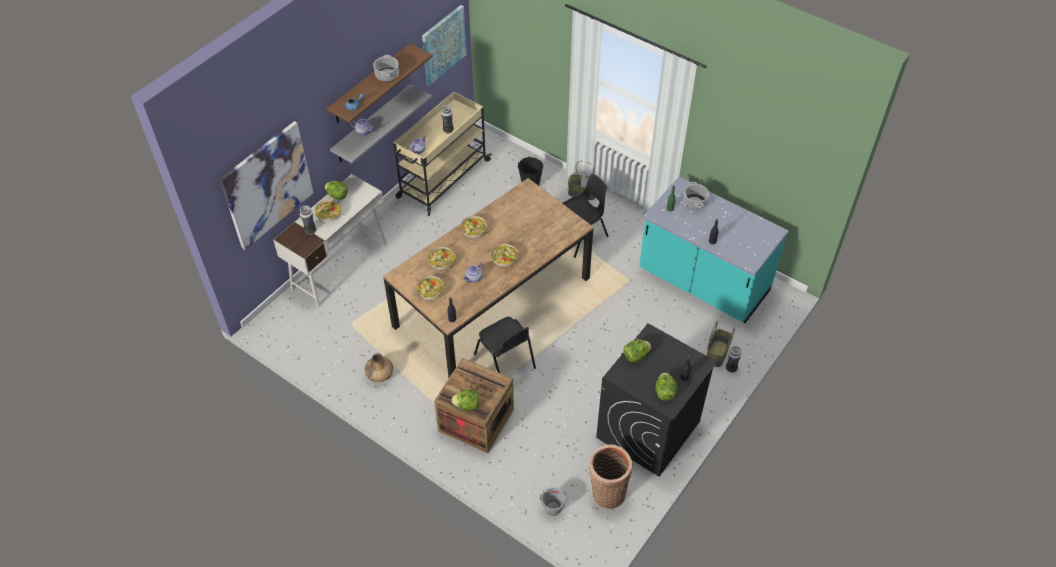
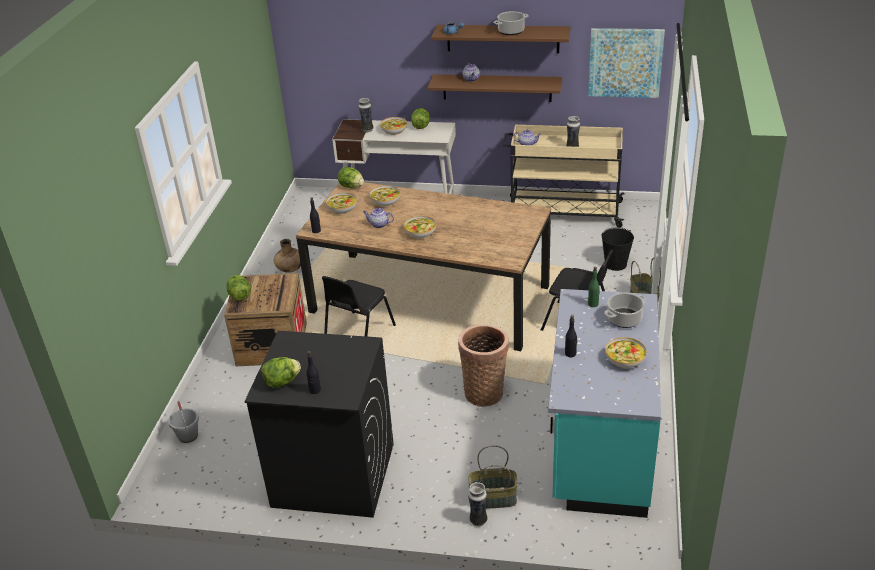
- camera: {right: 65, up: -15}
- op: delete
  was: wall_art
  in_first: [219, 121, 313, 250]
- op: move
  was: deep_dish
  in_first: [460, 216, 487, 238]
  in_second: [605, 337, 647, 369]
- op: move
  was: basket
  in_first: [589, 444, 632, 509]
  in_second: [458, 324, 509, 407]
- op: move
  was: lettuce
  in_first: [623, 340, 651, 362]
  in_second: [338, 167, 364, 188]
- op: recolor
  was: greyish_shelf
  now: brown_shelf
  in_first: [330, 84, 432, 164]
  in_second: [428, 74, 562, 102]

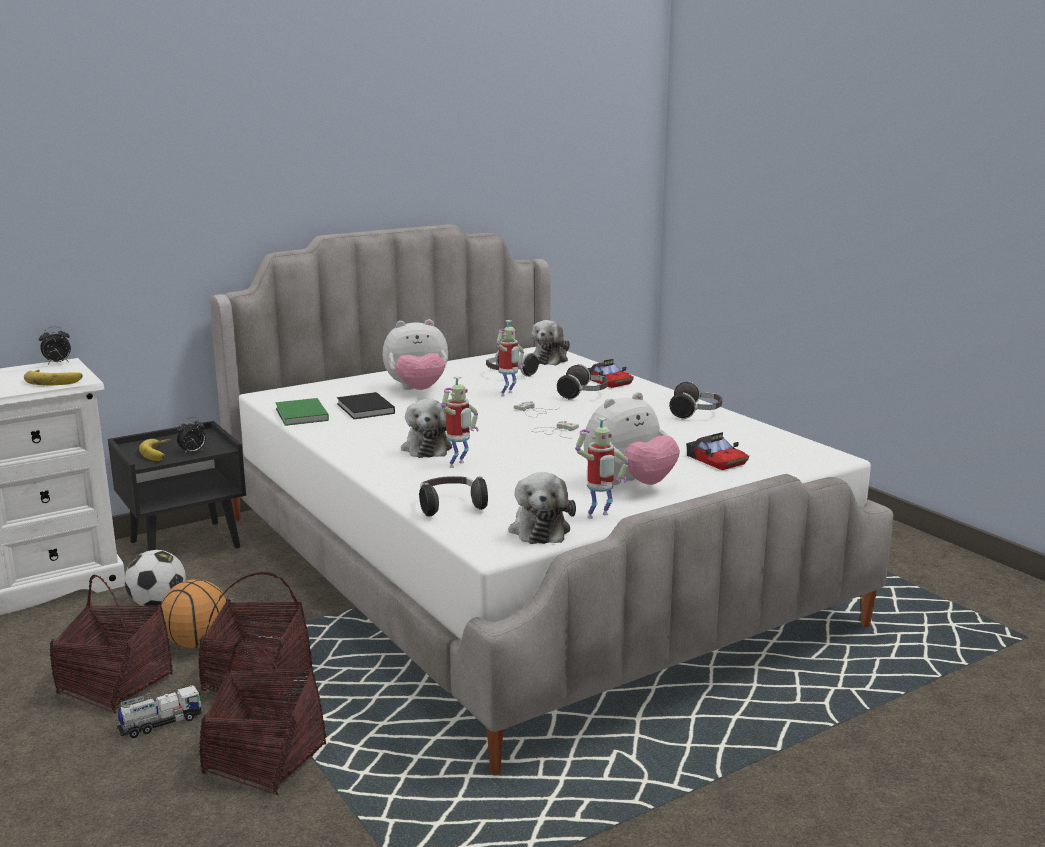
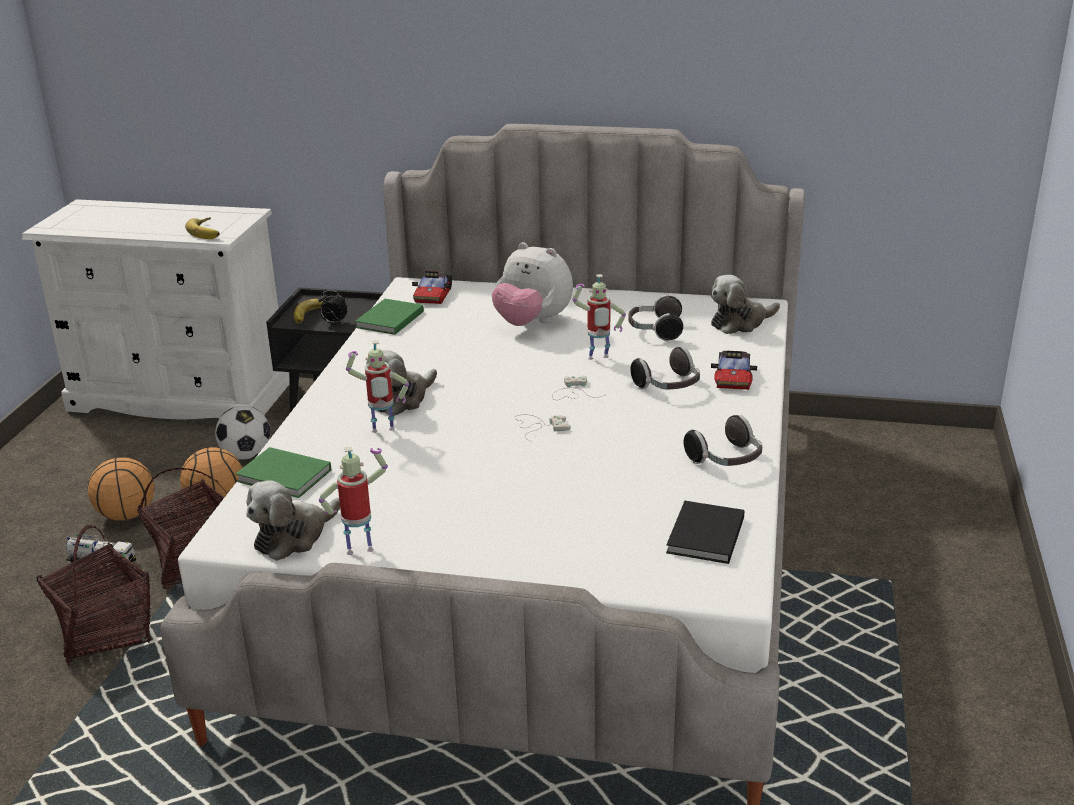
- camera: {right: 45, up: 10}
- op: delete
  was: bedside_clock
  in_first: [39, 326, 71, 364]
- op: delete
  was: soft_toy
  in_first: [584, 392, 680, 485]
- op: move
  was: blackish_bound_book
  in_first: [337, 392, 395, 419]
  in_second: [666, 501, 744, 564]
- op: move
  was: miniature_car
  in_first: [686, 432, 749, 470]
  in_second: [412, 271, 452, 304]
- op: replace
  was: basket
  now: ball_for_basketball
  in_first: [50, 575, 173, 713]
  in_second: [88, 457, 155, 521]
- op: replace
  was: headset
  now: green-coloured_bound_book
  in_first: [419, 476, 488, 517]
  in_second: [235, 447, 331, 498]
- op: rotate
  was: toy_robot
  in_first: [575, 417, 629, 519]
  in_second: [319, 446, 388, 555]
  clockwise: 150

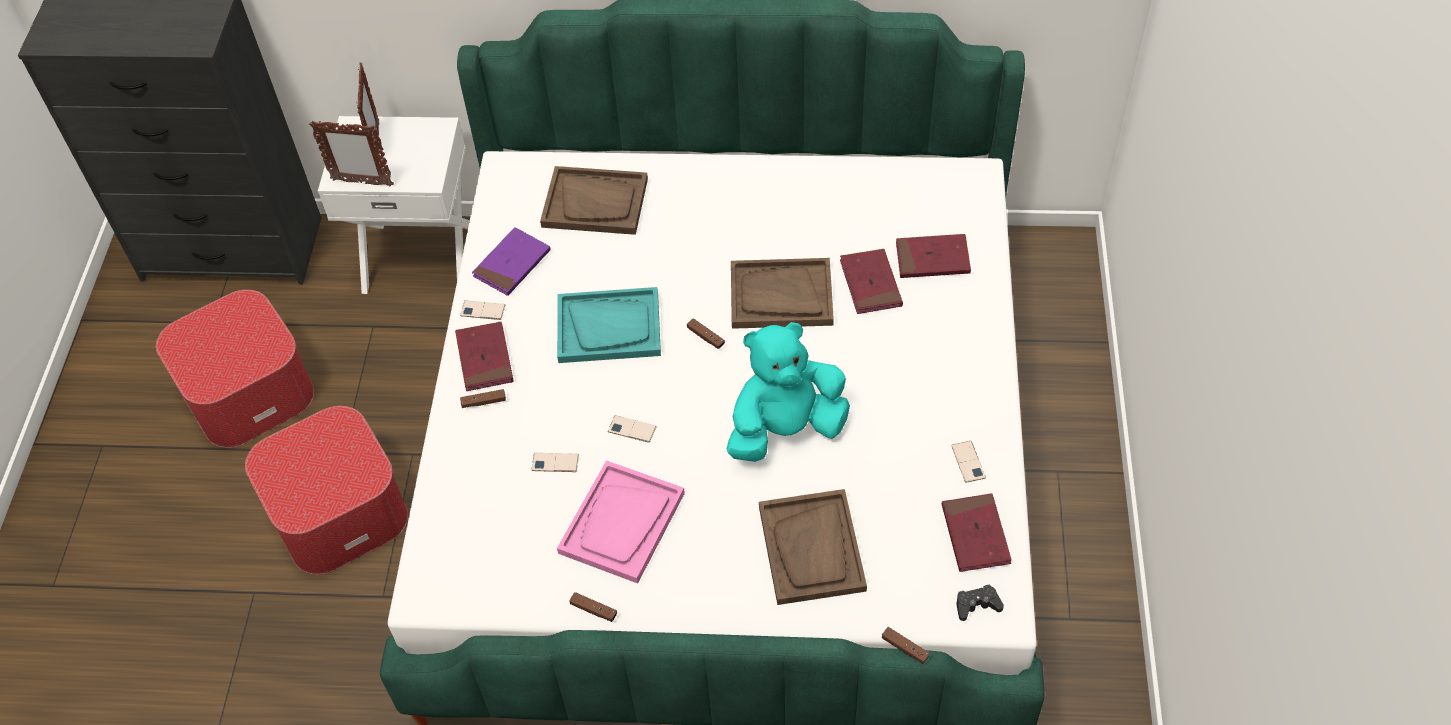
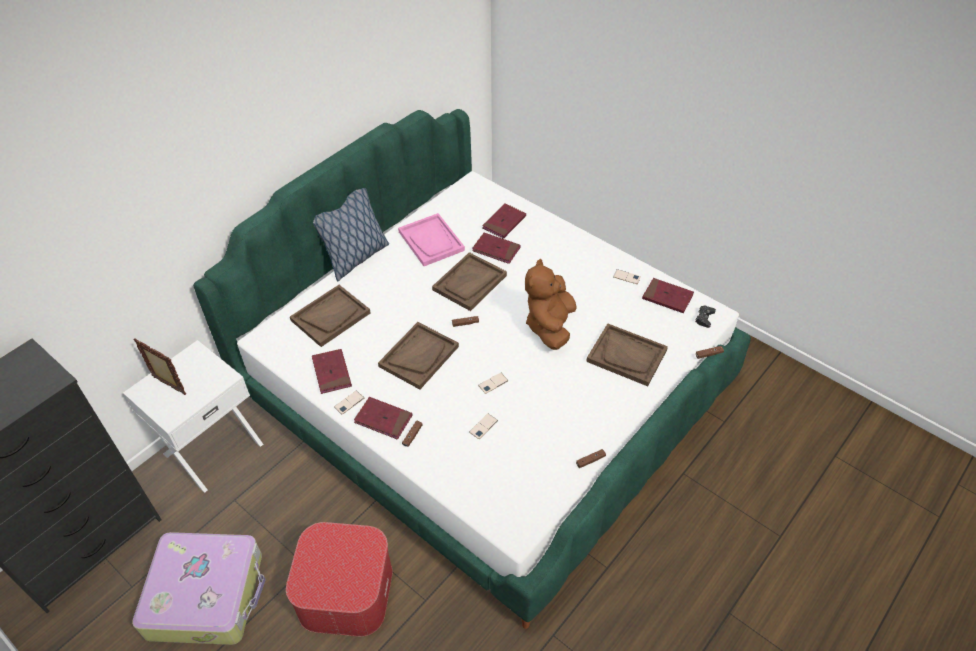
- camera: {right: -55, up: -5}
- op: delete
  was: standing_frame
  in_first: [309, 121, 394, 187]
- op: insert
  now: throw_pillow
  in_second: [313, 188, 389, 281]
- op: move
  was: pinkish_tray
  in_first: [557, 460, 685, 583]
  in_second: [398, 213, 465, 266]
- op: replace
  was: footrest
  now: suitcase
  in_first: [156, 290, 314, 448]
  in_second: [132, 532, 266, 645]
- op: recolor
  was: purple-coloured_bound_book
  now: red-coloured_bound_book
  in_first: [472, 227, 551, 296]
  in_second: [312, 349, 352, 394]
- op: recolor
  was: turquoise-coloured_tray
  now: brown_tray
  in_first: [557, 287, 661, 363]
  in_second: [378, 322, 459, 389]
- op: recolor
  was: turquoise-coloured_soft_toy
  now: brown_soft_toy
  in_first: [726, 322, 850, 462]
  in_second: [525, 259, 577, 350]

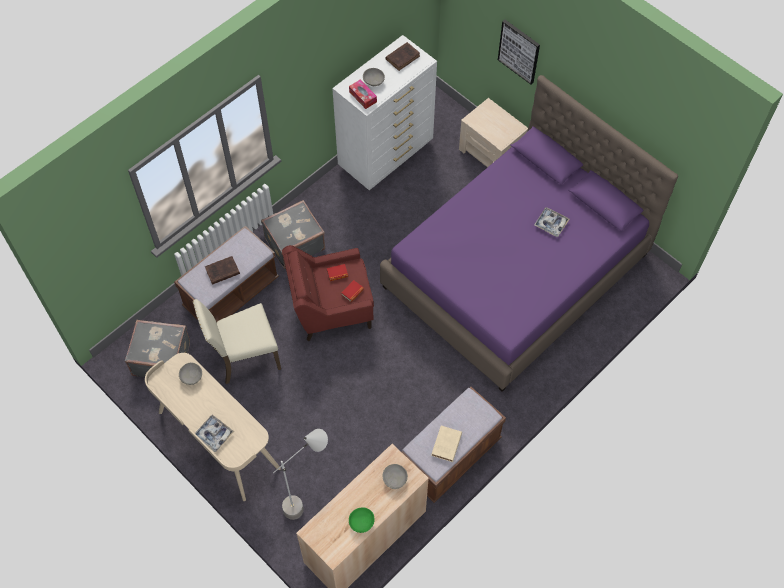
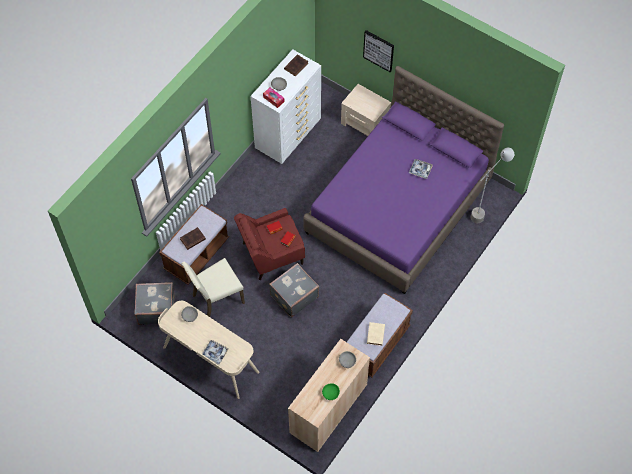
- camera: {right: -10, up: 0}
- op: move
  was: greyish_suitcase
  in_first: [261, 200, 325, 269]
  in_second: [269, 263, 319, 318]
- op: move
  was: greyish_standard_lamp
  in_first: [273, 429, 328, 520]
  in_second: [471, 148, 514, 223]

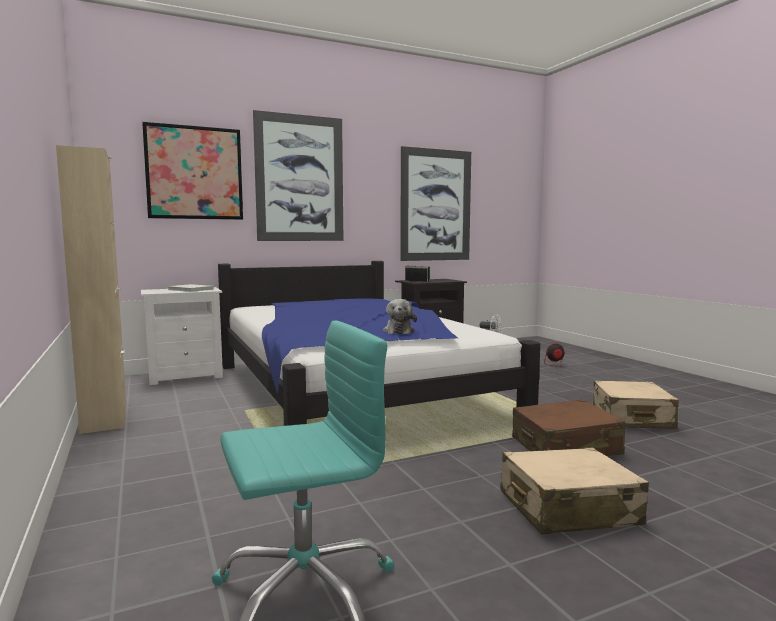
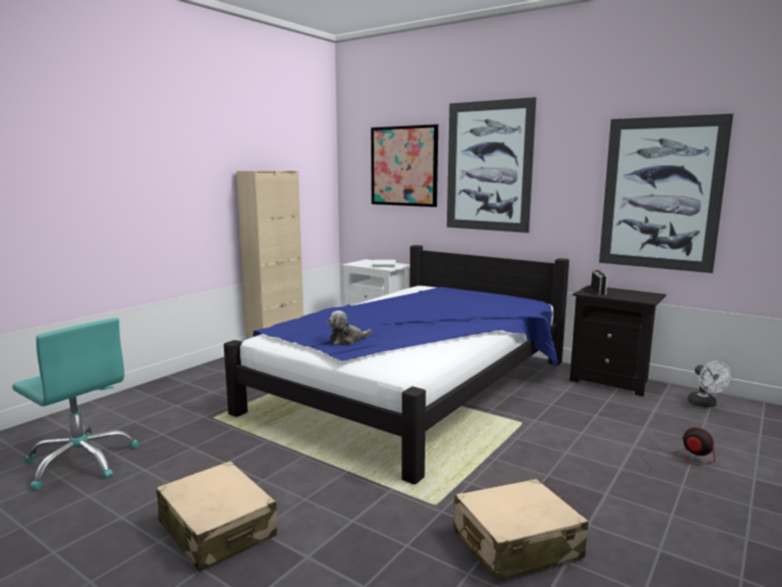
- camera: {right: 60, up: 5}
- op: delete
  was: brown_suitcase
  in_first: [512, 399, 626, 456]

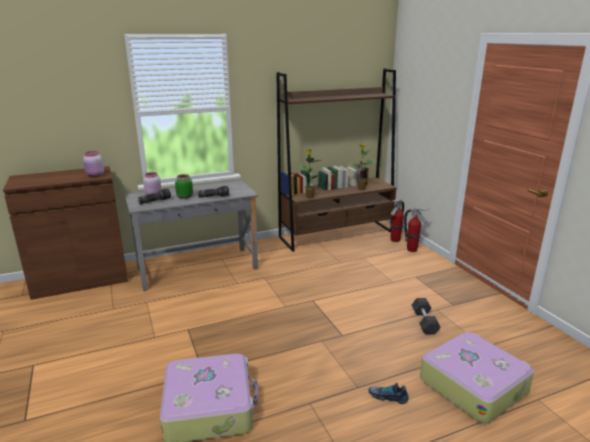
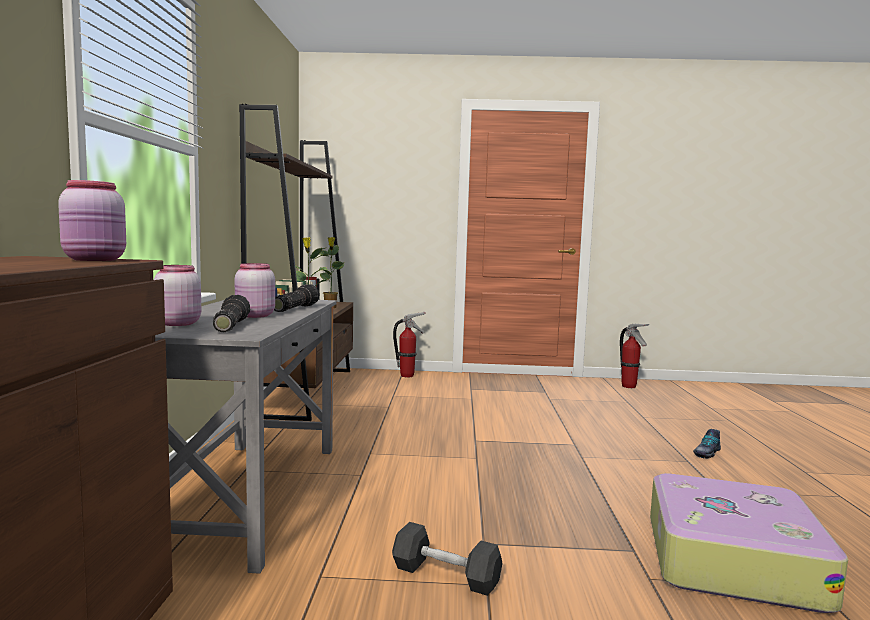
- camera: {right: -65, up: -15}
- op: delete
  was: suitcase
  in_first: [420, 332, 534, 424]
- op: move
  was: extinguisher
  in_first: [390, 199, 404, 242]
  in_second: [620, 324, 649, 388]
- op: move
  was: greyish_free_weight
  in_first: [412, 298, 441, 335]
  in_second: [392, 522, 503, 596]
- op: recolor
  was: green-coloured_storage_jar
  now: pinkish_storage_jar
  in_first: [175, 174, 193, 199]
  in_second: [235, 263, 275, 318]

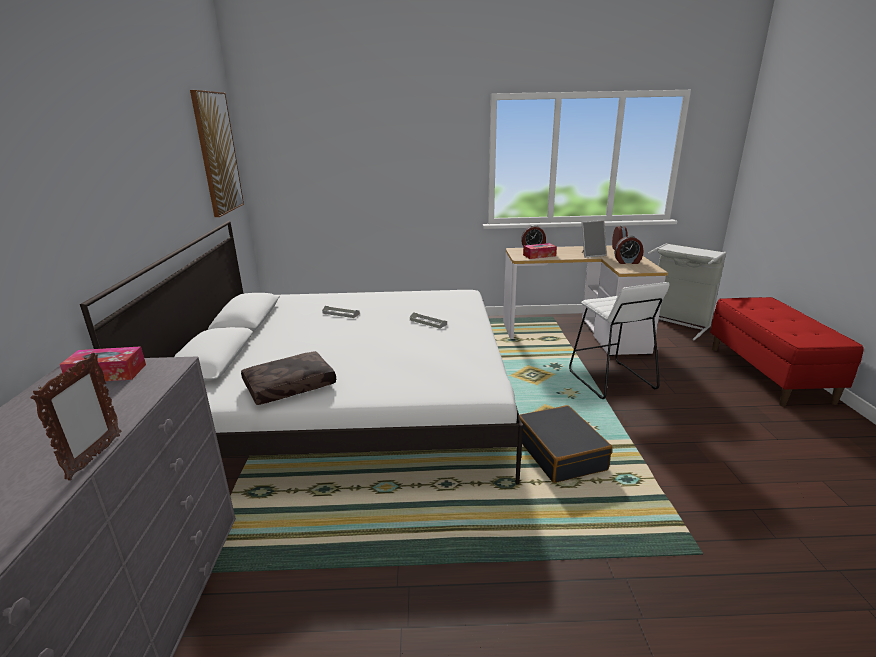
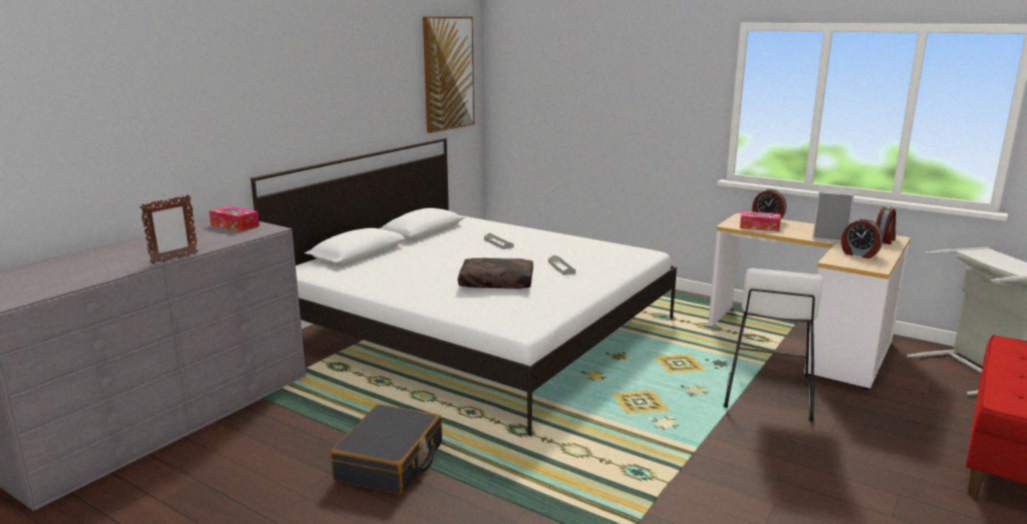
- camera: {right: 35, up: -5}
- op: move
  was: brown_throw_pillow
  in_first: [241, 351, 336, 405]
  in_second: [458, 258, 533, 289]
- op: move
  was: blackish_suitcase
  in_first: [519, 405, 613, 483]
  in_second: [330, 404, 442, 495]

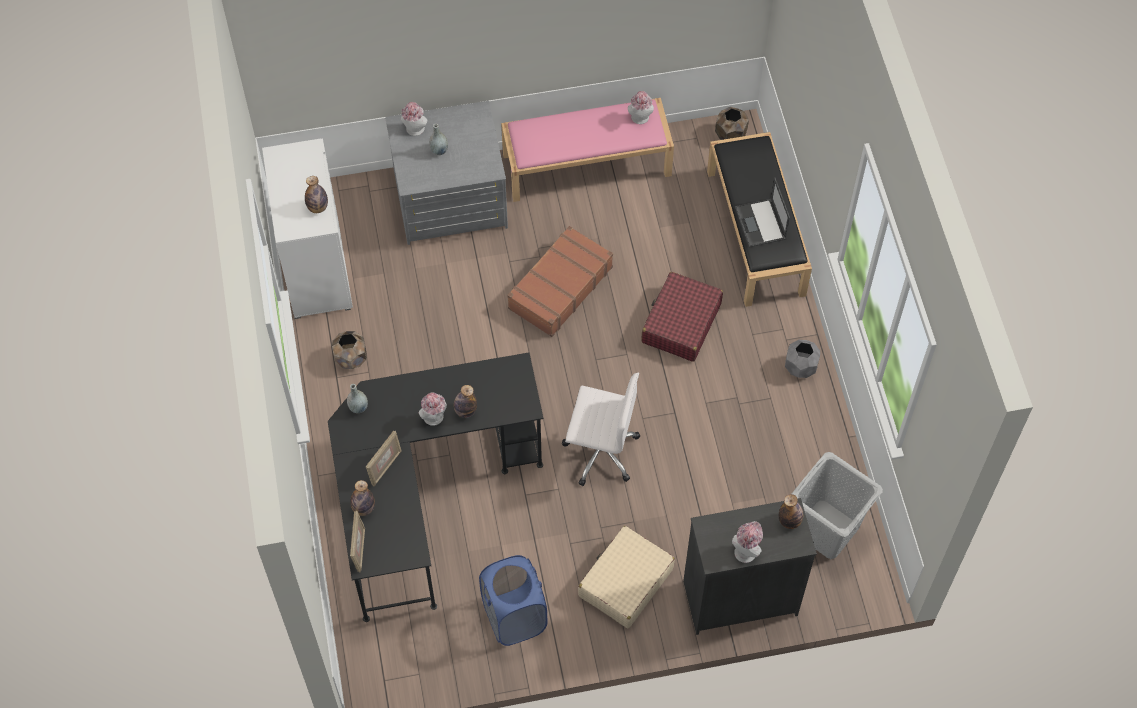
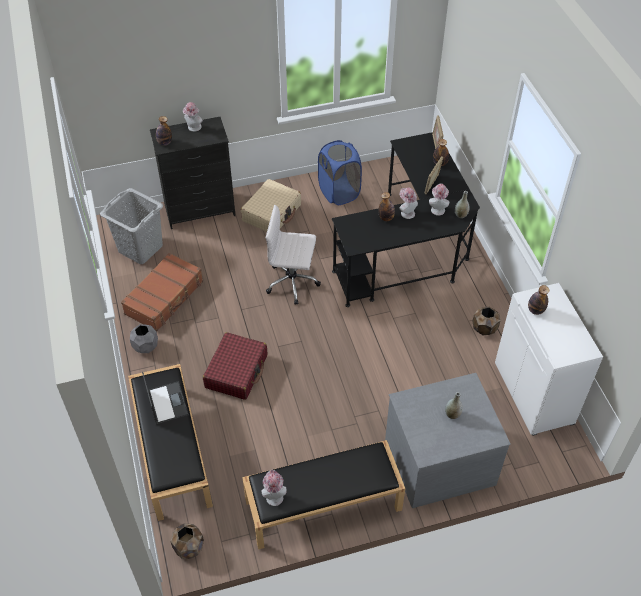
- camera: {right: 175, up: -10}
- op: move
  was: clothing_hat
  in_first: [401, 102, 427, 136]
  in_second: [429, 183, 449, 216]
- op: move
  was: brown_suitcase
  in_first: [507, 226, 613, 337]
  in_second: [121, 253, 203, 332]
- op: recolor
  was: pinkish_indoor_bench
  now: blackish_indoor_bench
  in_first: [501, 98, 674, 202]
  in_second: [242, 440, 406, 550]

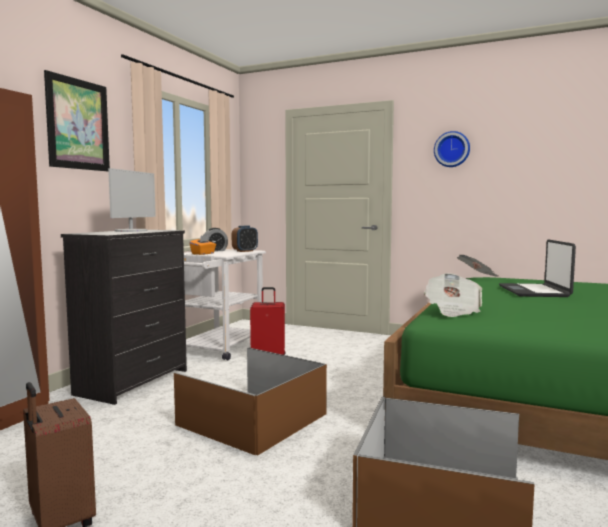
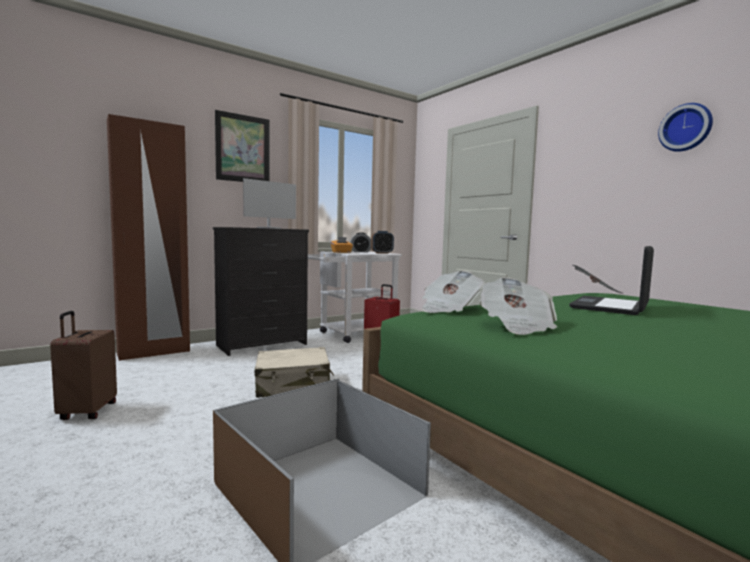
- camera: {right: 30, up: 0}
- op: insert
  now: printed_paper
  in_second: [479, 277, 557, 335]
- op: move
  was: wall_clock
  in_first: [434, 131, 470, 167]
  in_second: [658, 103, 713, 152]
- op: replace
  was: brown_storage_bin
  now: beige_suitcase
  in_first: [174, 347, 327, 455]
  in_second: [255, 347, 334, 398]

